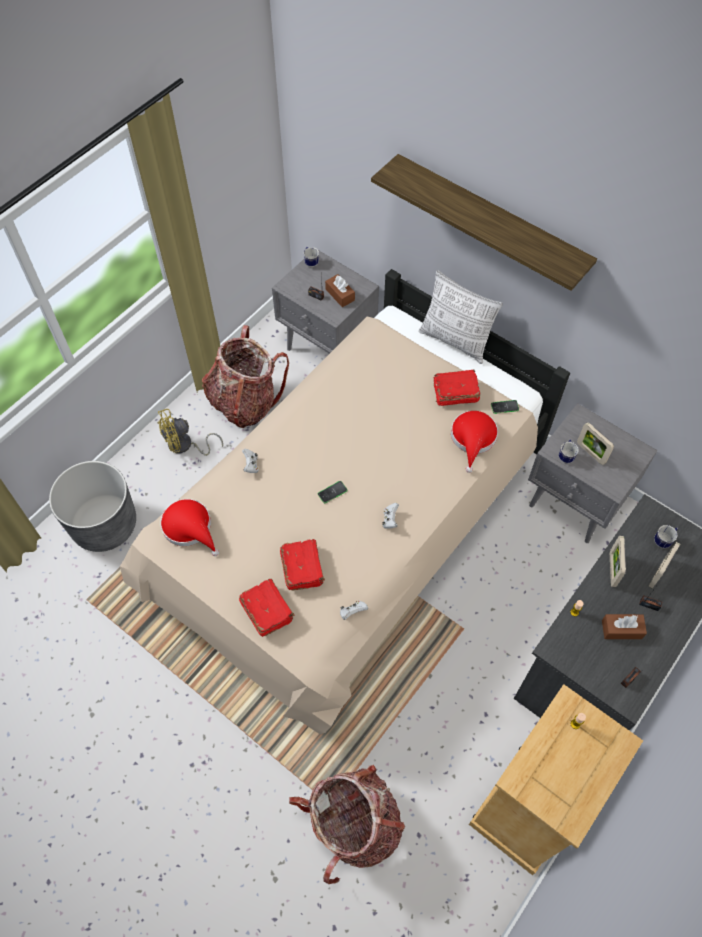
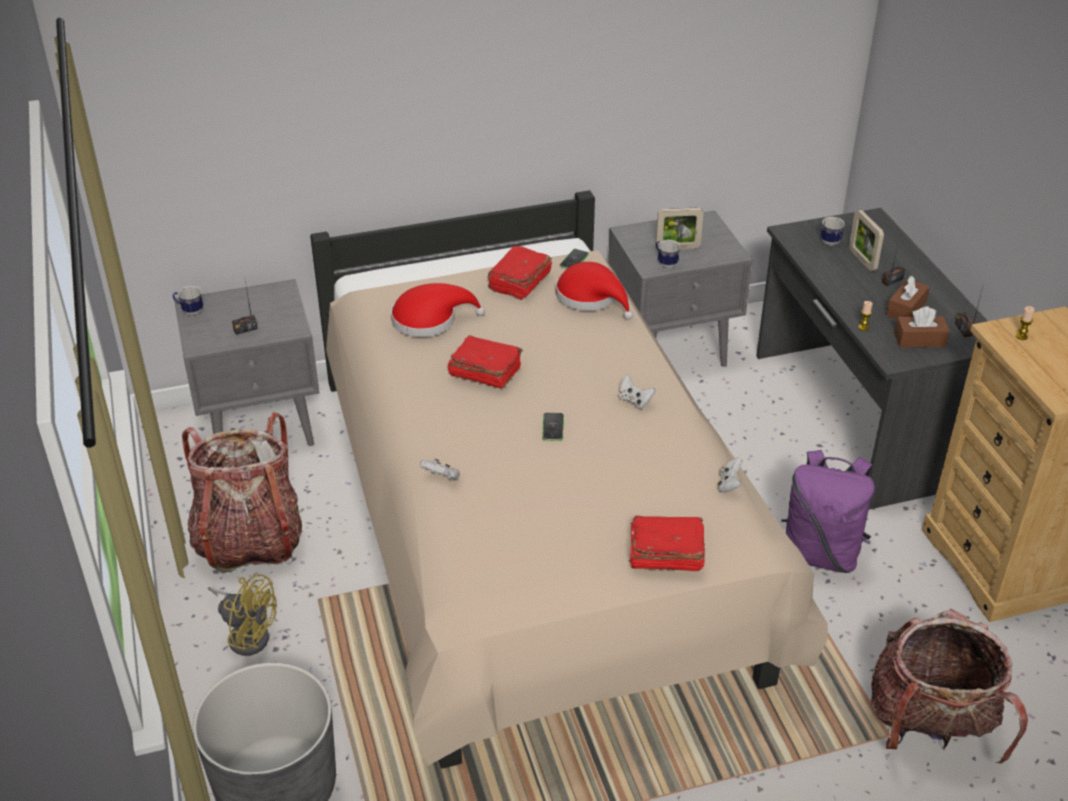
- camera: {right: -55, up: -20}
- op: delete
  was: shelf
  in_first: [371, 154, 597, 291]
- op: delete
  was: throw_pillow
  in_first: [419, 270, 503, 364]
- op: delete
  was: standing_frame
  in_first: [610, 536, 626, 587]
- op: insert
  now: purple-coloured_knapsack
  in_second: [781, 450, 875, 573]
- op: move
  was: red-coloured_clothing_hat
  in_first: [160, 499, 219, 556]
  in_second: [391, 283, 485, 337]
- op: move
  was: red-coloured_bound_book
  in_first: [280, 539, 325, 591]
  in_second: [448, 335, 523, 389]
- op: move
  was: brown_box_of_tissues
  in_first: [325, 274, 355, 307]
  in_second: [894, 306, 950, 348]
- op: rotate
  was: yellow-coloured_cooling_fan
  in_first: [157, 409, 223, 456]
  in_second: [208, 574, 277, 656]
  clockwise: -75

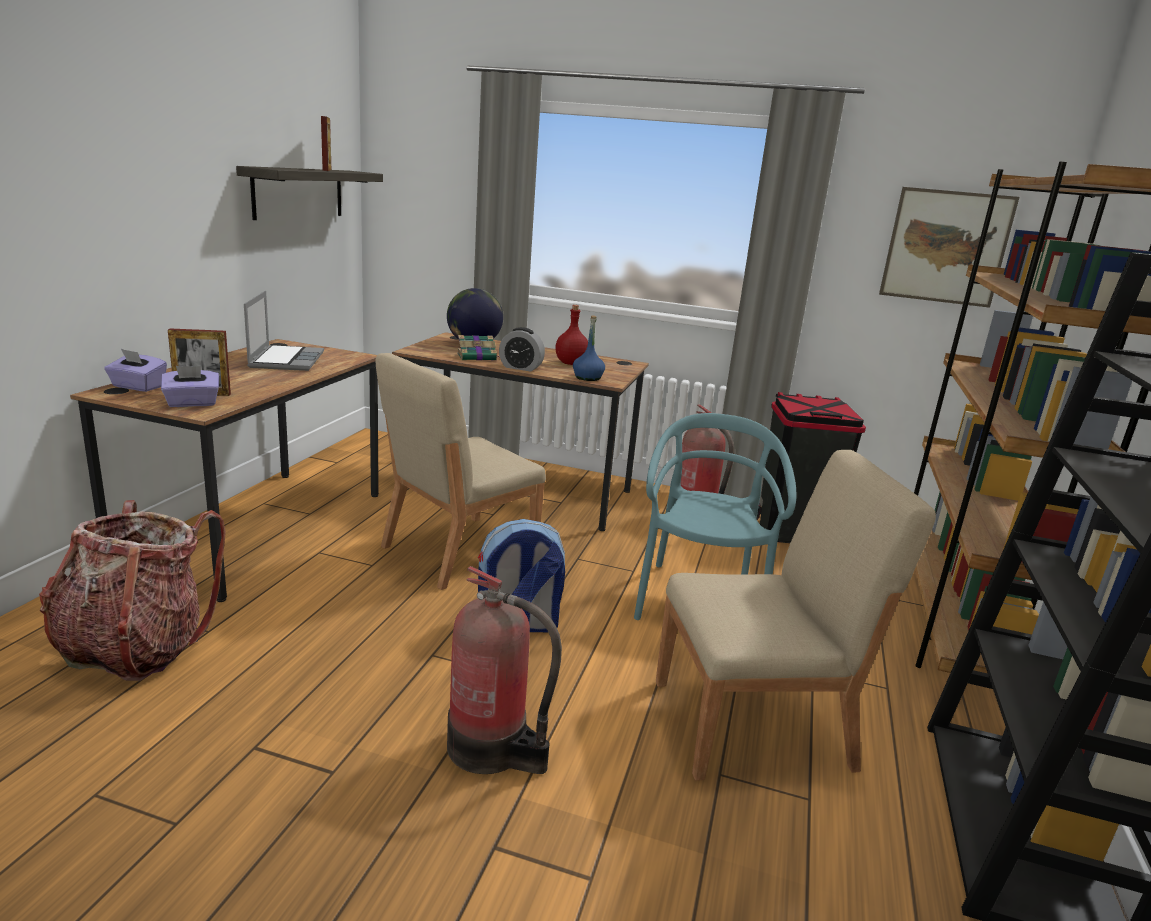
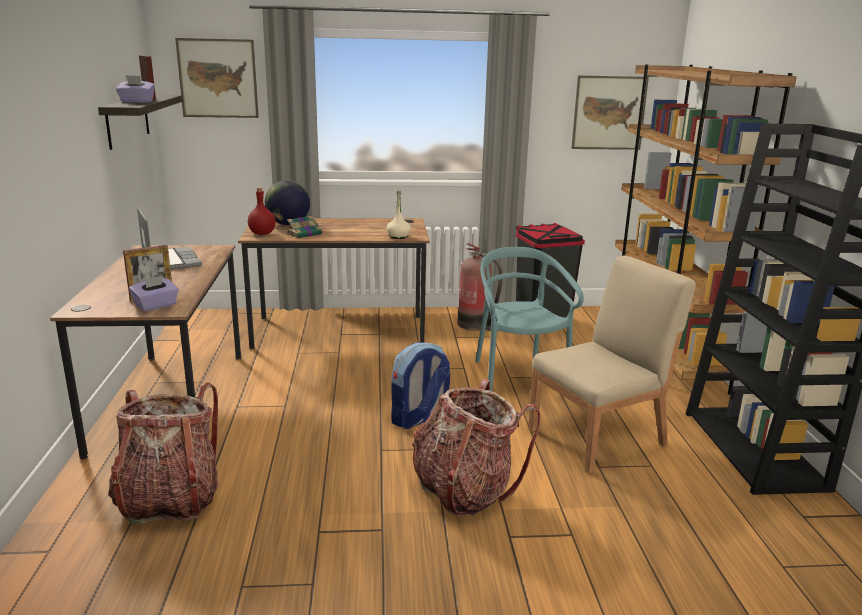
- camera: {right: -20, up: 0}
- op: delete
  was: beige_chair
  in_first: [376, 353, 546, 590]
- op: delete
  was: bedside_clock
  in_first: [499, 327, 545, 372]
- op: insert
  now: wall_art
  in_second: [175, 38, 259, 118]
- op: move
  was: purple-coloured_box_of_tissues
  in_first: [104, 349, 167, 392]
  in_second: [116, 75, 155, 103]
- op: move
  was: red-coloured_beverage_bottle
  in_first: [555, 305, 588, 365]
  in_second: [248, 187, 276, 235]
- op: replace
  was: extinguisher
  now: knapsack
  in_first: [447, 566, 562, 774]
  in_second: [412, 379, 541, 517]
- op: recolor
  was: blue-coloured_beverage_bottle
  now: beige_beverage_bottle
  in_first: [573, 315, 605, 381]
  in_second: [387, 190, 411, 239]

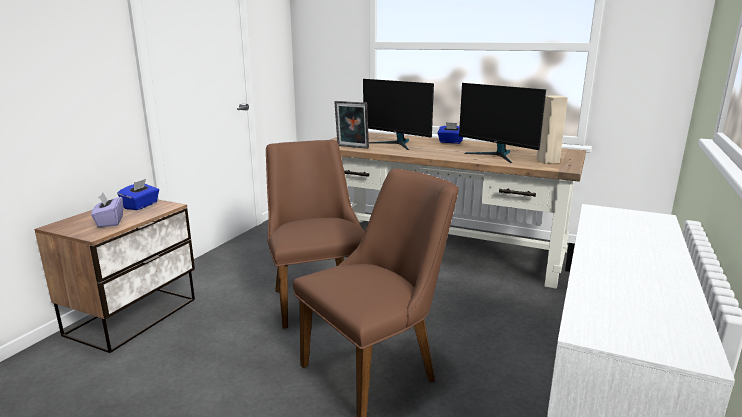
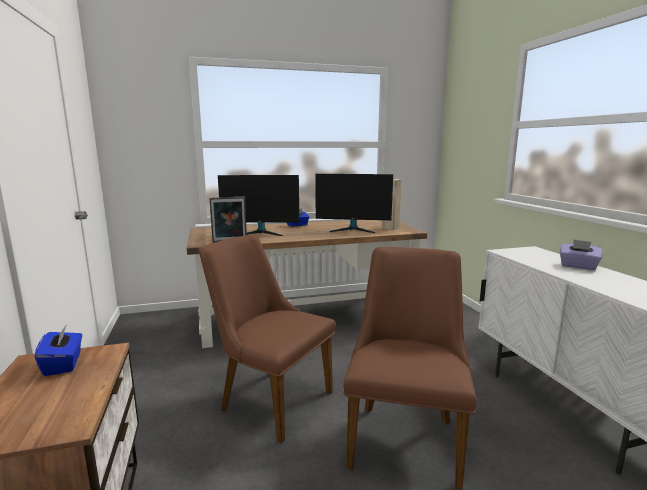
- camera: {right: -40, up: -5}
- op: move
  was: purple-coloured_box_of_tissues
  in_first: [91, 193, 123, 227]
  in_second: [560, 239, 602, 270]

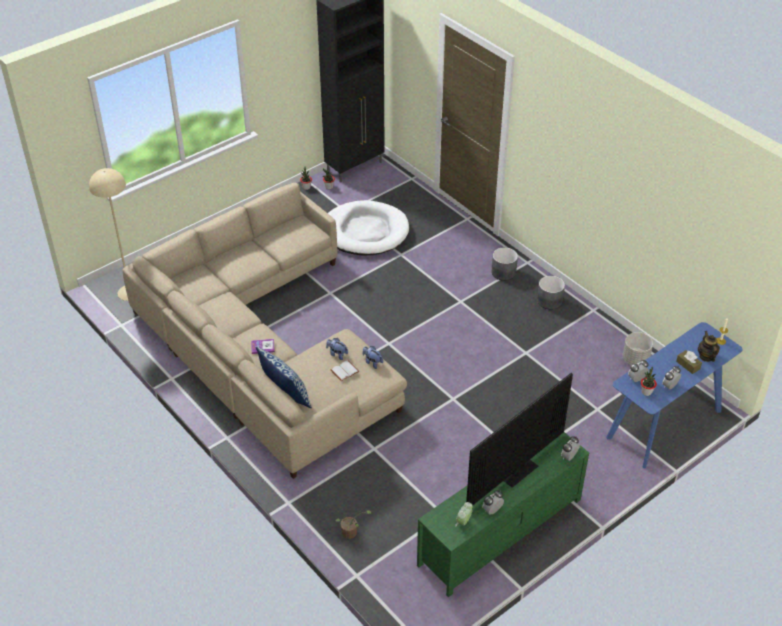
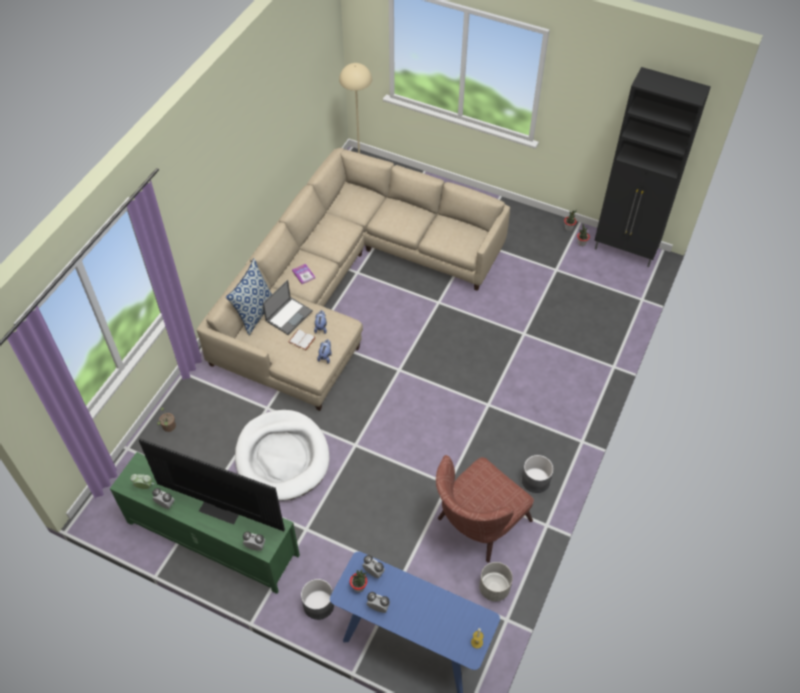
- camera: {right: 65, up: 10}
- op: delete
  was: brown_box_of_tissues
  in_first: [676, 350, 702, 374]
- op: delete
  was: pot_for_tea
  in_first: [698, 331, 720, 362]
- op: insert
  now: laptop
  in_second: [262, 280, 313, 335]
- op: insert
  now: brown_lounge_chair
  in_second: [436, 455, 534, 562]
- op: move
  was: whitish_dog_bed
  in_first: [328, 200, 409, 255]
  in_second: [235, 410, 330, 501]
- op: move
  was: greyish_plant_pot
  in_first: [491, 247, 518, 281]
  in_second: [301, 579, 334, 620]

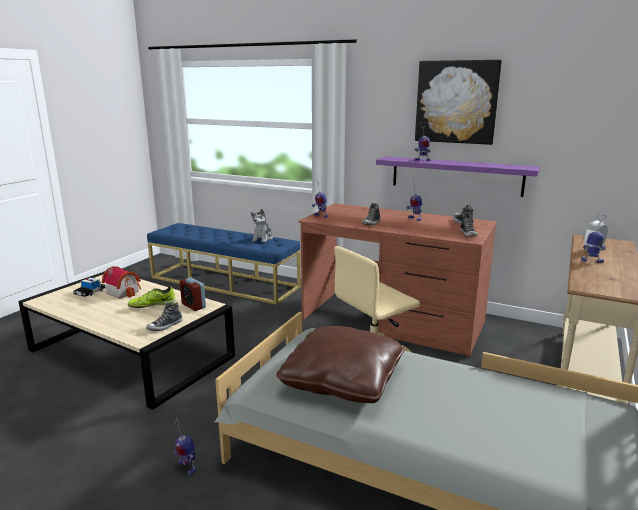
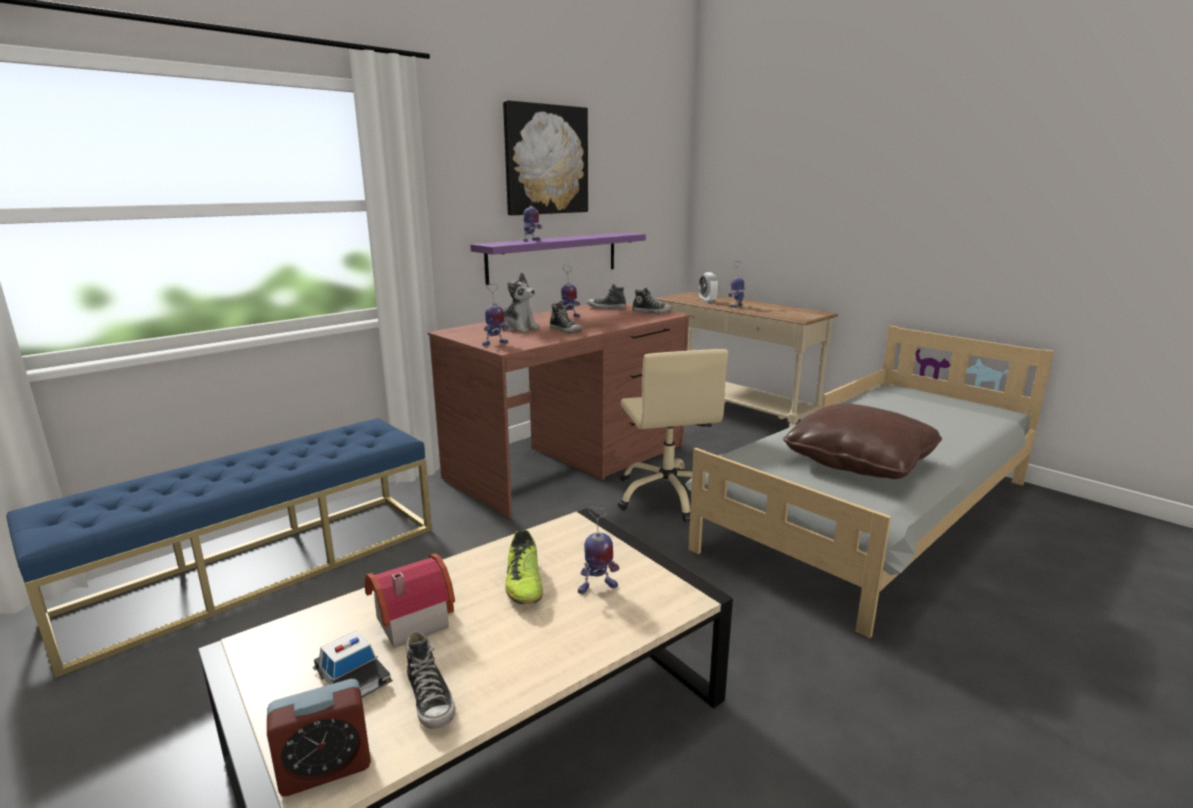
- camera: {right: -70, up: 0}
- op: move
  was: item_of_footwear
  in_first: [146, 302, 183, 331]
  in_second: [406, 631, 455, 729]
- op: move
  was: toy_robot
  in_first: [174, 417, 196, 476]
  in_second: [578, 507, 619, 594]
- op: move
  was: bedside_clock
  in_first: [180, 277, 206, 311]
  in_second: [267, 679, 371, 796]
- op: move
  was: soft_toy
  in_first: [251, 209, 273, 242]
  in_second: [496, 273, 540, 332]

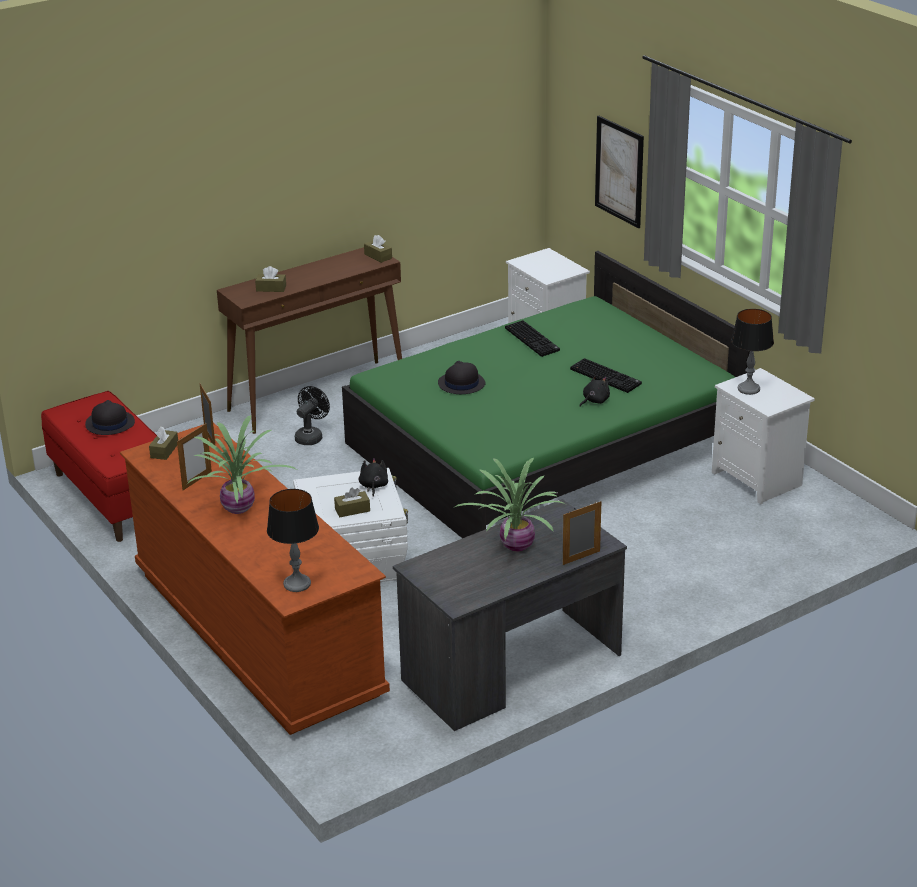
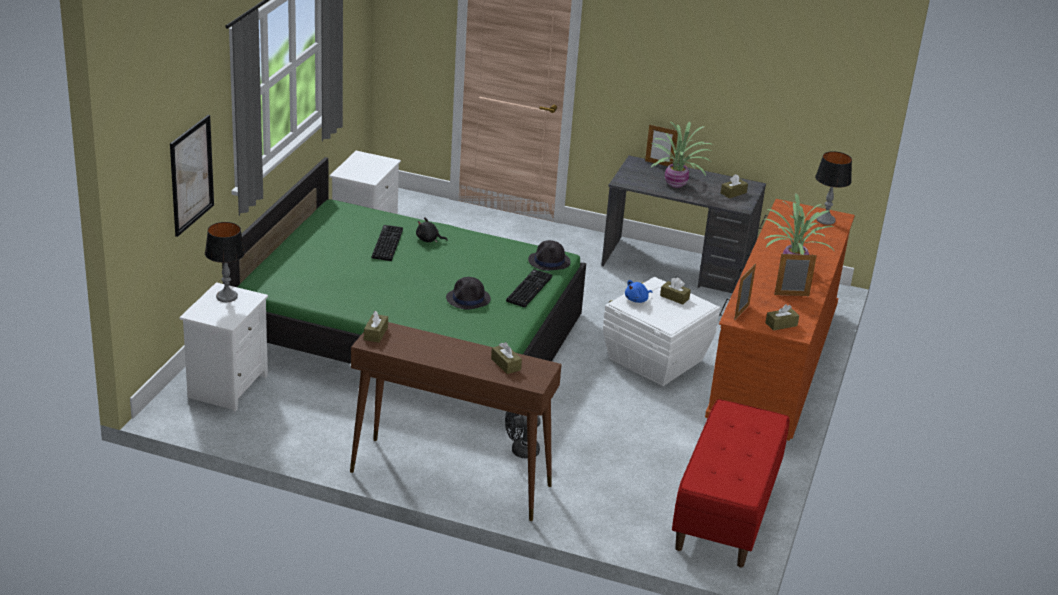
- camera: {right: -130, up: 0}
- op: insert
  now: brown_box_of_tissues
  in_second: [721, 174, 748, 198]
- op: move
  was: blackish_clothing_hat
  in_first: [85, 400, 135, 435]
  in_second: [528, 240, 571, 271]
- op: move
  was: computer_keyboard
  in_first: [505, 320, 560, 357]
  in_second: [506, 269, 552, 308]
- op: move
  was: tabletop_lamp
  in_first: [731, 309, 774, 395]
  in_second: [205, 222, 245, 302]
- op: recolor
  was: blackish_soft_toy
  now: blue-coloured_soft_toy
  in_first: [359, 458, 388, 497]
  in_second: [625, 280, 652, 303]

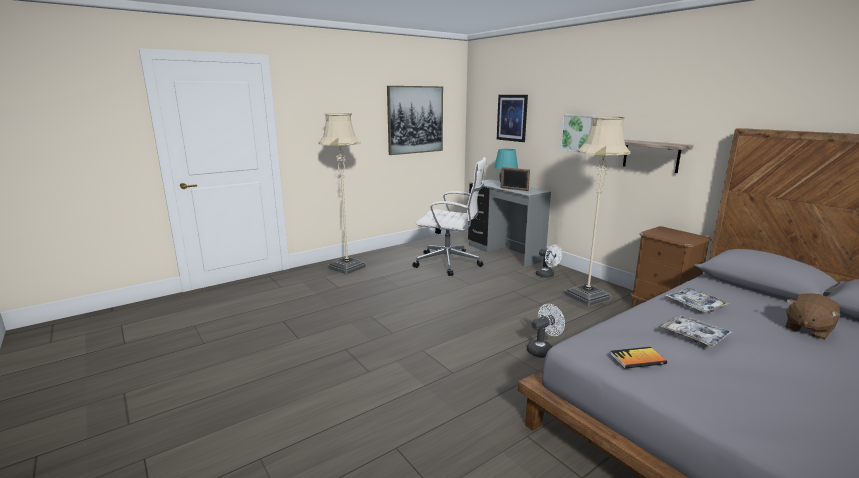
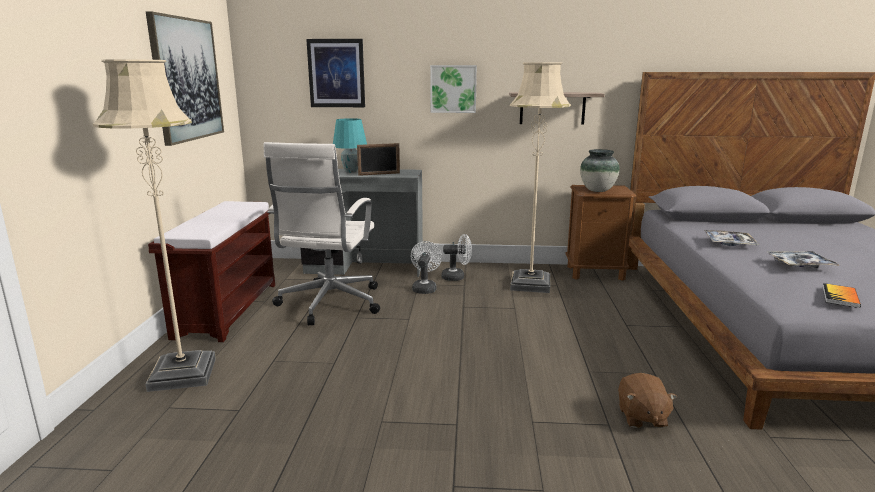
- camera: {right: -50, up: 0}
- op: insert
  now: brown_indoor_bench
  in_second: [148, 201, 275, 342]
- op: insert
  now: vase
  in_second: [580, 149, 620, 192]
- op: move
  was: whitish_cooling_fan
  in_first: [527, 304, 565, 358]
  in_second: [411, 241, 442, 294]
- op: move
  was: brown_soft_toy
  in_first: [785, 293, 840, 340]
  in_second: [618, 373, 677, 428]
- op: rotate
  was: whitish_office_chair
  in_first: [412, 157, 486, 276]
  in_second: [264, 142, 380, 326]
  clockwise: 135

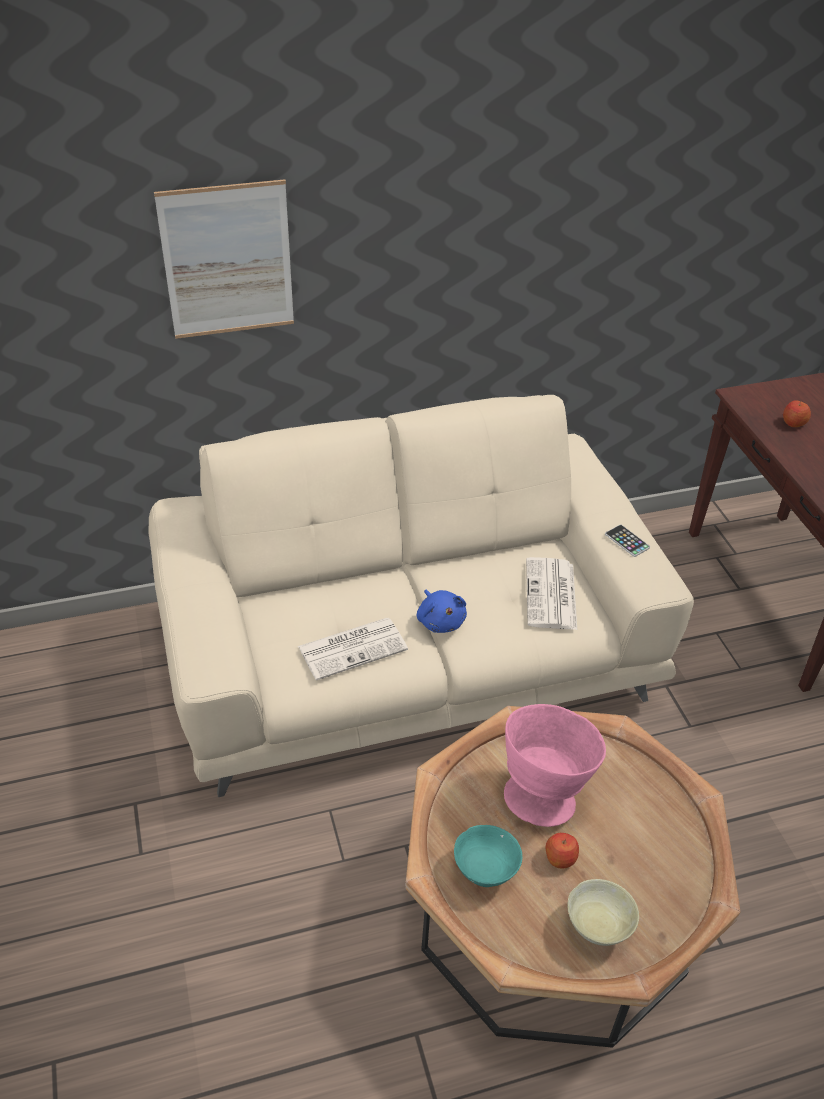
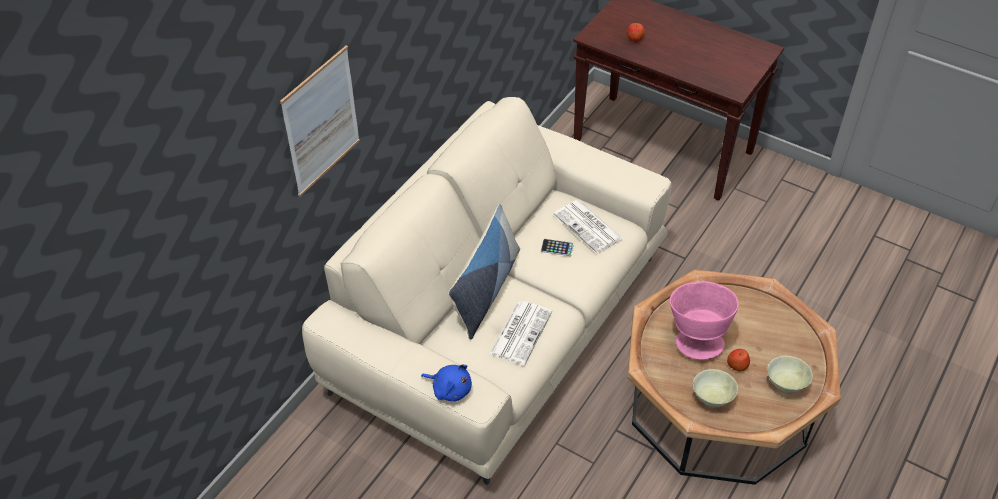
- camera: {right: -40, up: 5}
- op: insert
  now: throw_pillow
  in_second: [449, 204, 520, 339]
- op: move
  was: blue-coloured_soft_toy
  in_first: [417, 589, 467, 633]
  in_second: [421, 365, 472, 401]
- op: move
  was: telephone
  in_first: [605, 524, 650, 557]
  in_second: [541, 239, 574, 256]
- op: recolor
  was: turquoise-coloured_deep_dish
  now: beige_deep_dish
  in_first: [454, 825, 522, 887]
  in_second: [693, 369, 738, 408]

